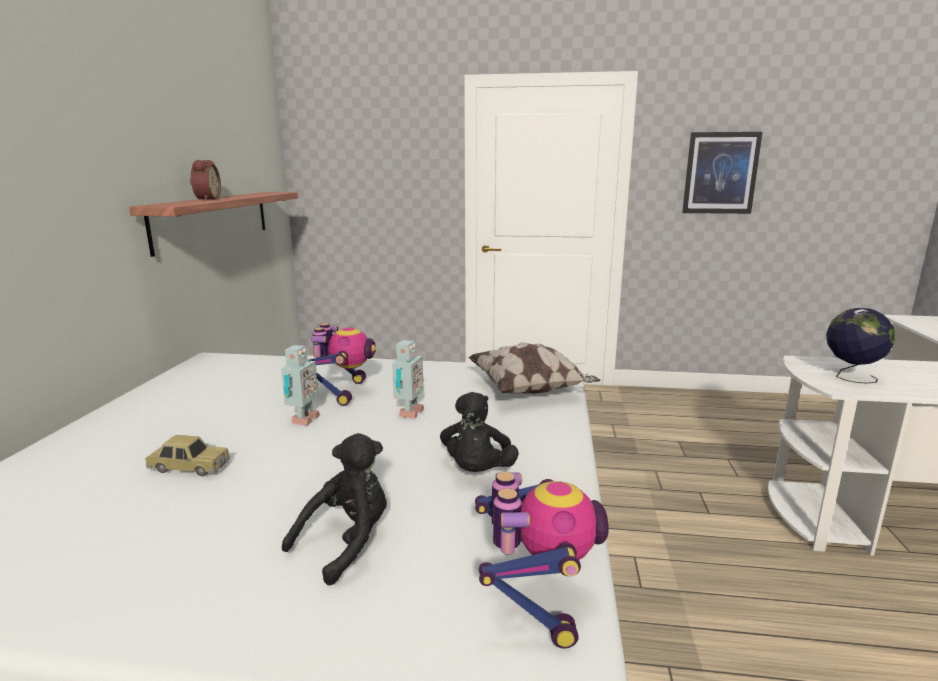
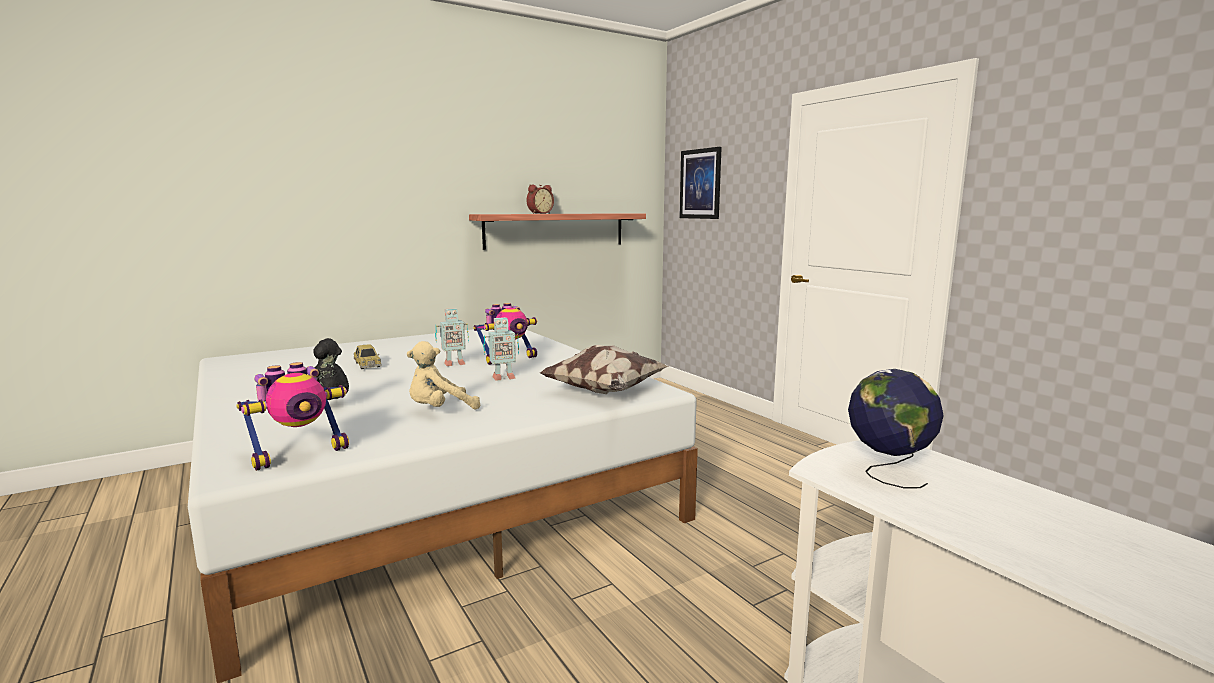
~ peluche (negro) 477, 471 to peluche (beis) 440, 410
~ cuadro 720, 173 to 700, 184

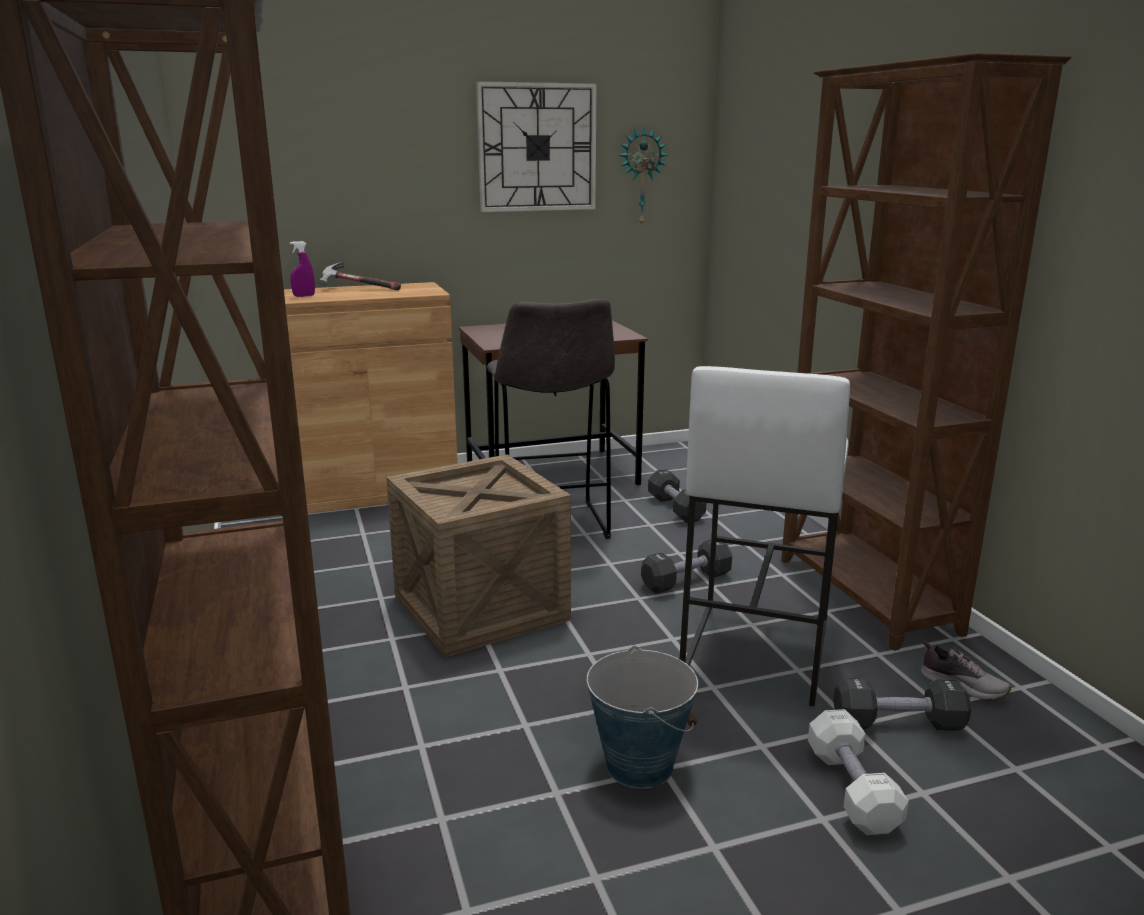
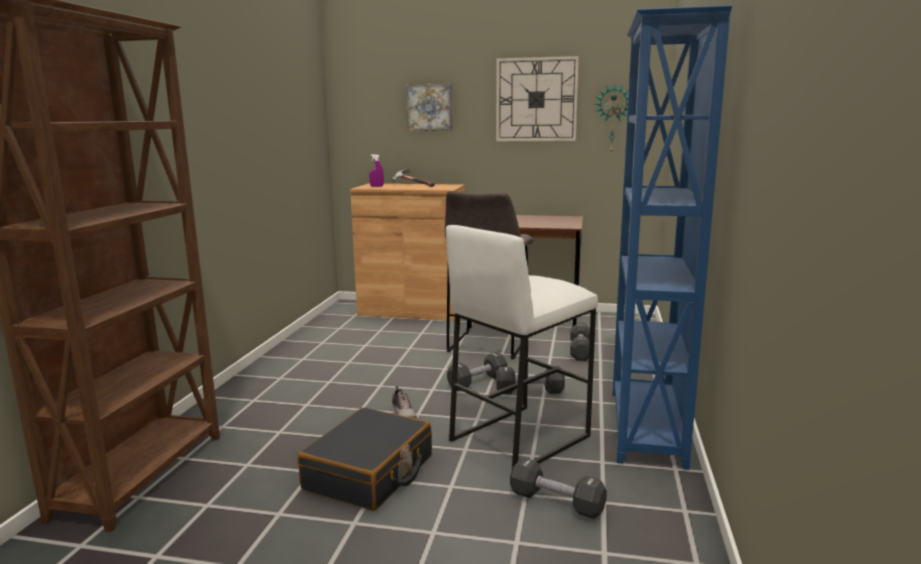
- caja de embalaje 480, 608
~ cubo 639, 765 to maleta (negro) 370, 473
~ estantería (marrón) 865, 596 to estantería (azul) 644, 428
- mancuerna (blanco) 852, 790
~ zapato 962, 685 to 404, 415
+ cuadro 430, 107
+ mancuerna (negro) 477, 382

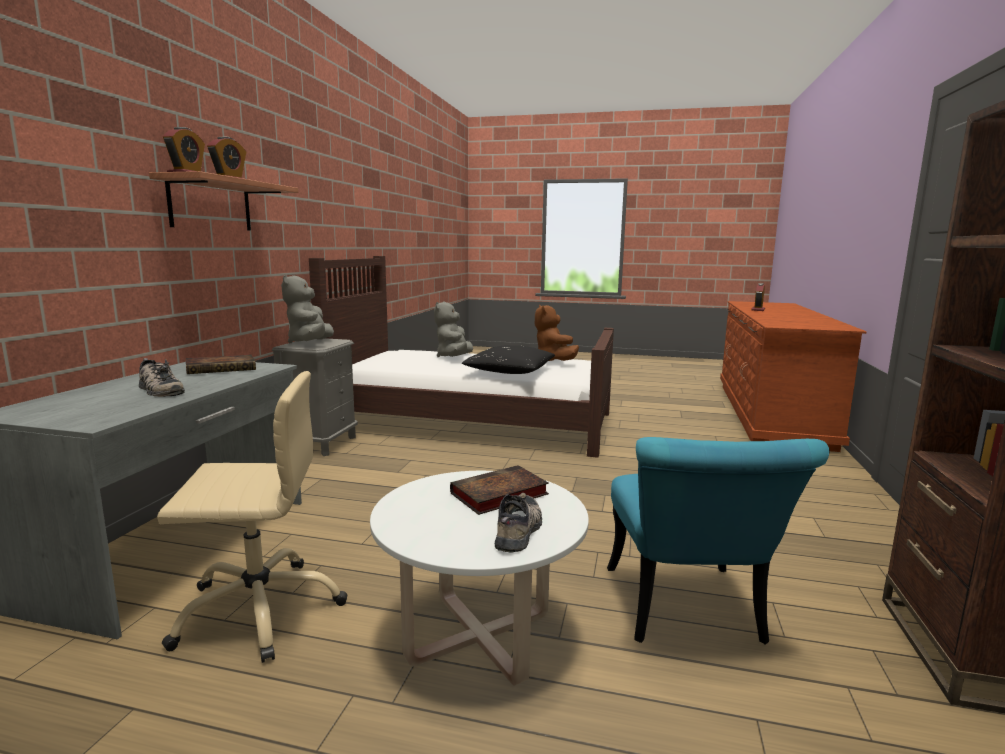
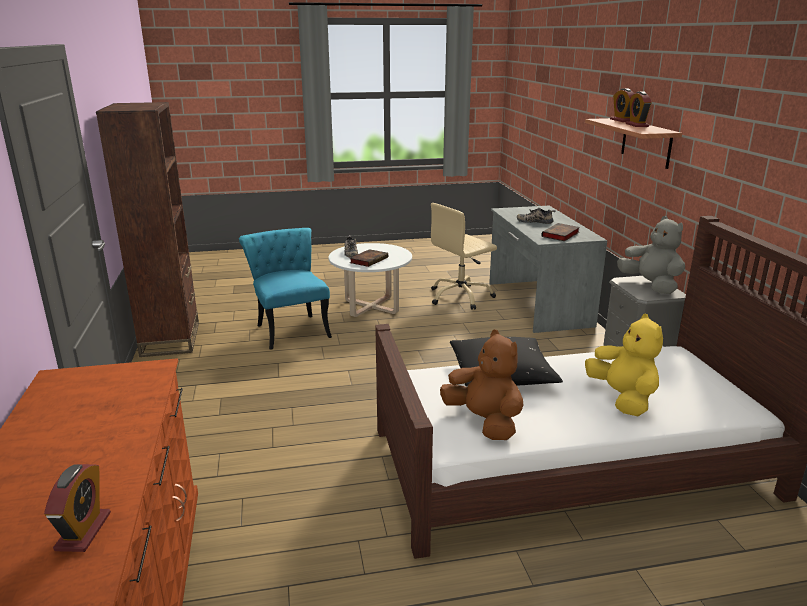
~ peluche (gris) 454, 357 to peluche (amarillo) 622, 398

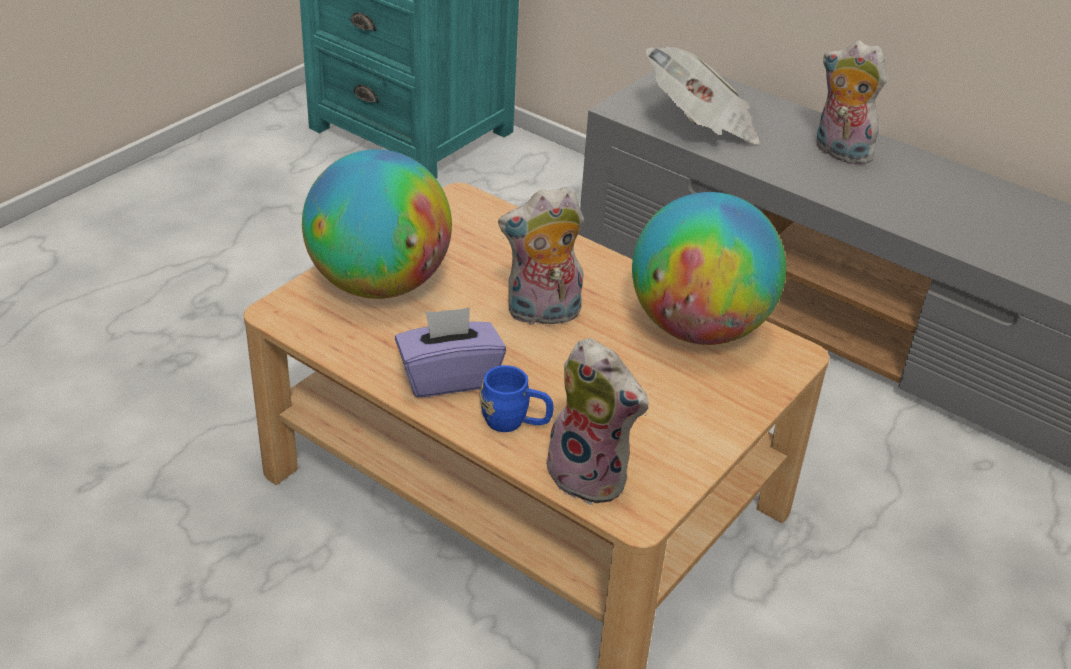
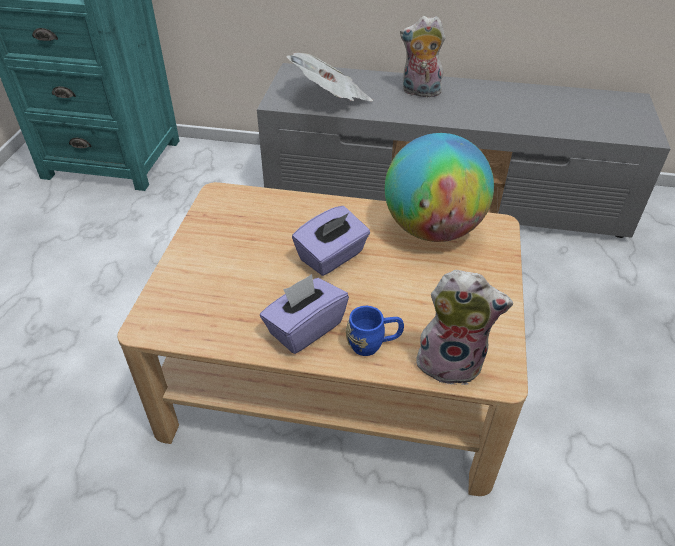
- globo terráqueo 379, 284
~ peluche 542, 314 to caja de pañuelos (morado) 332, 257

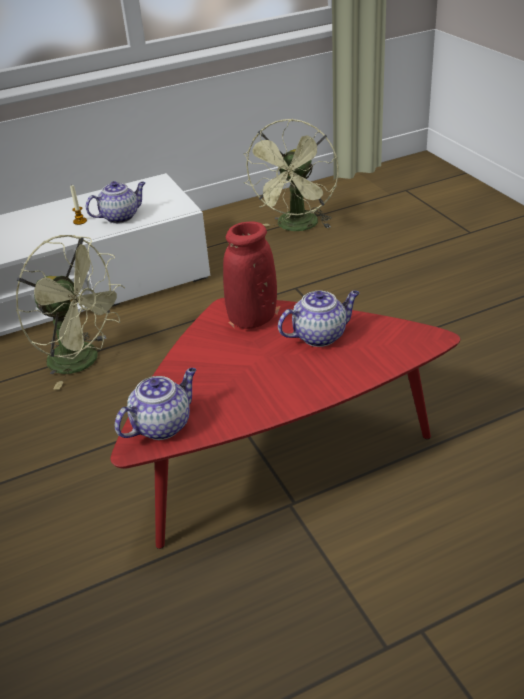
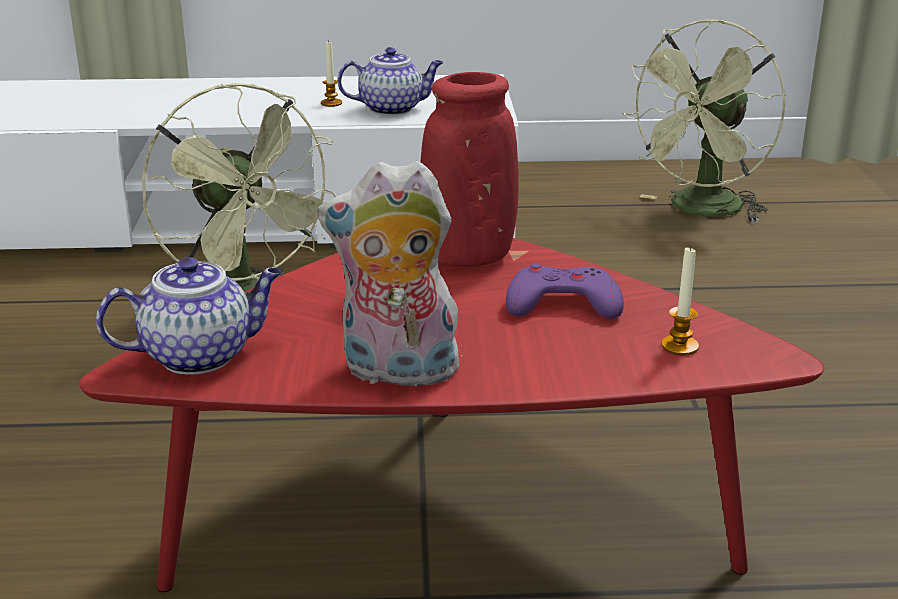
~ tetera 320, 335 to mando de consola (morado) 562, 303
+ peluche 397, 373
+ vela 679, 346

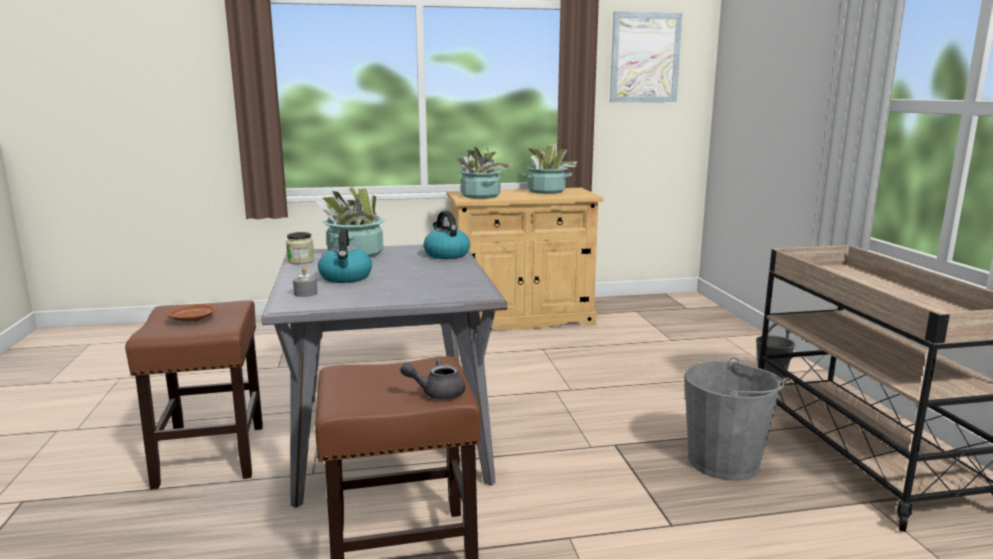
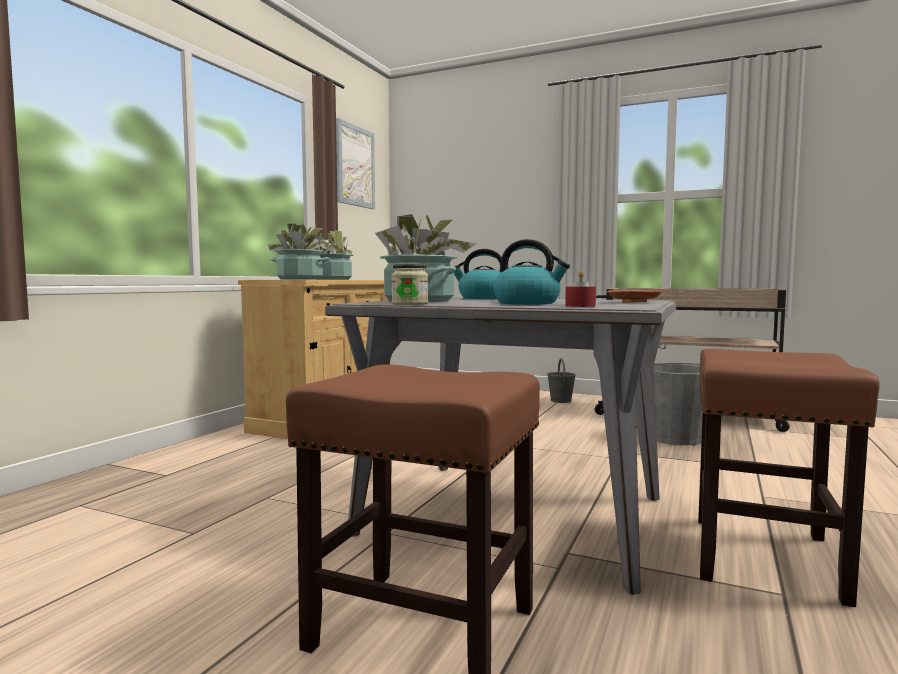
~ plato (marrón) 194, 319 to 634, 302
~ vela (gris) 305, 293 to vela (rojo) 580, 306
- tetera (gris) 437, 392

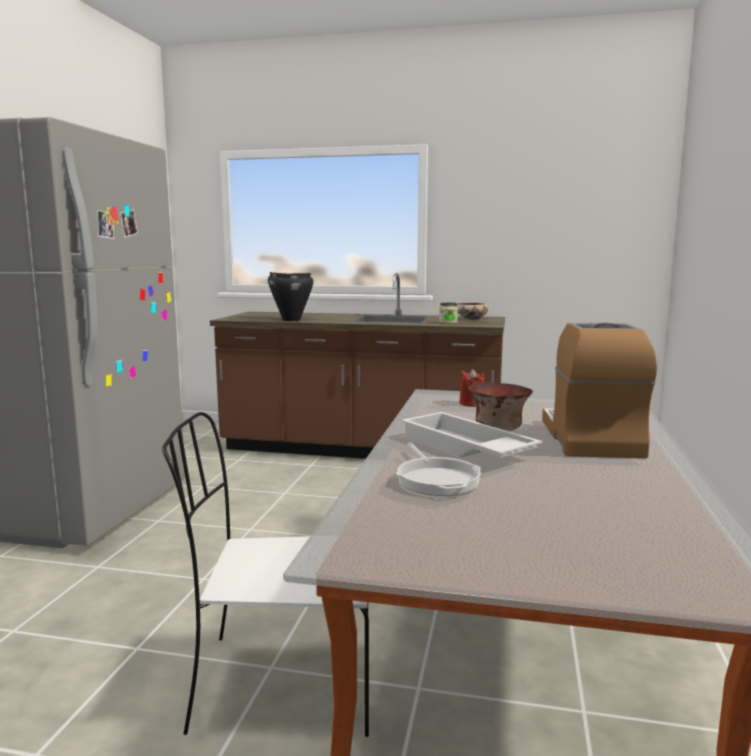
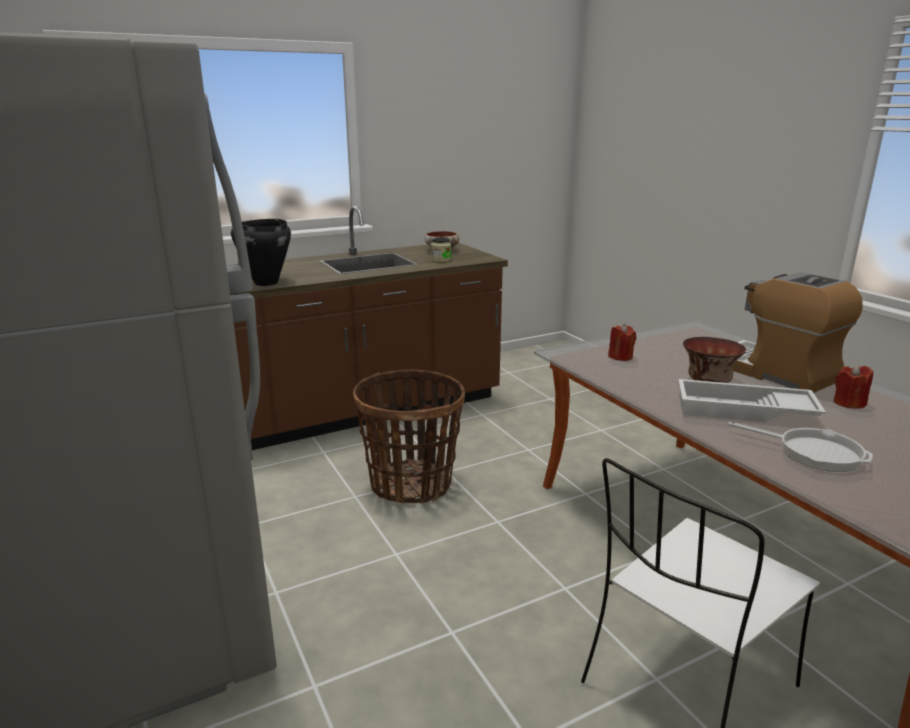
+ cesta 411, 484
+ vela (rojo) 849, 403

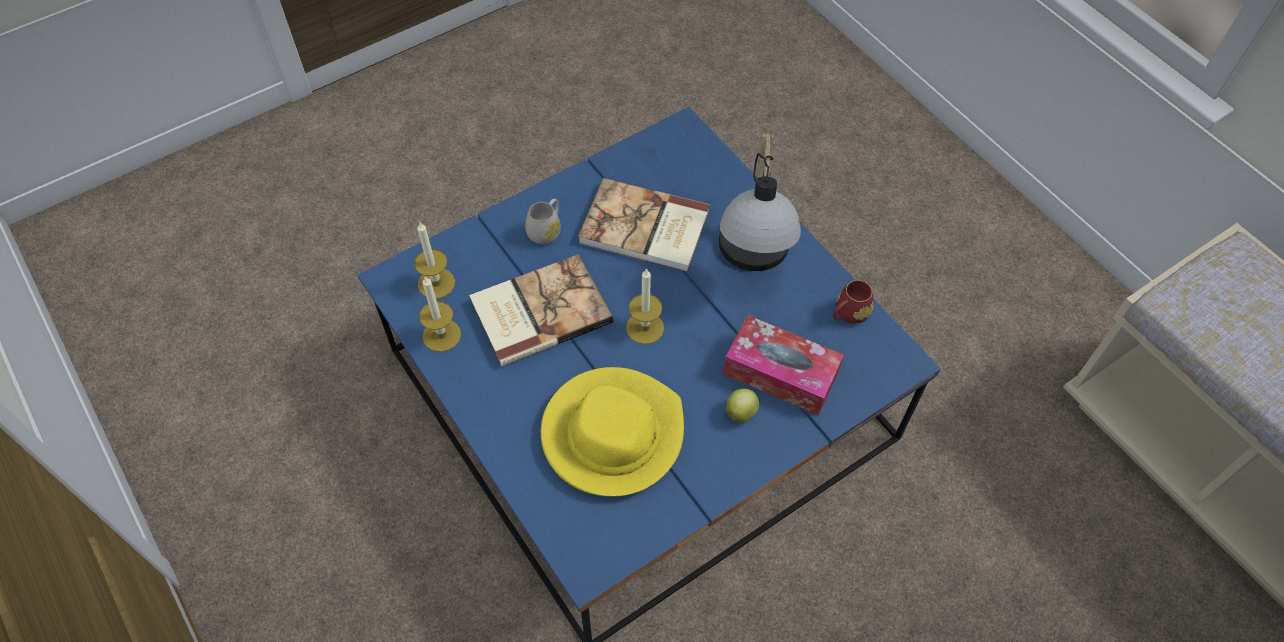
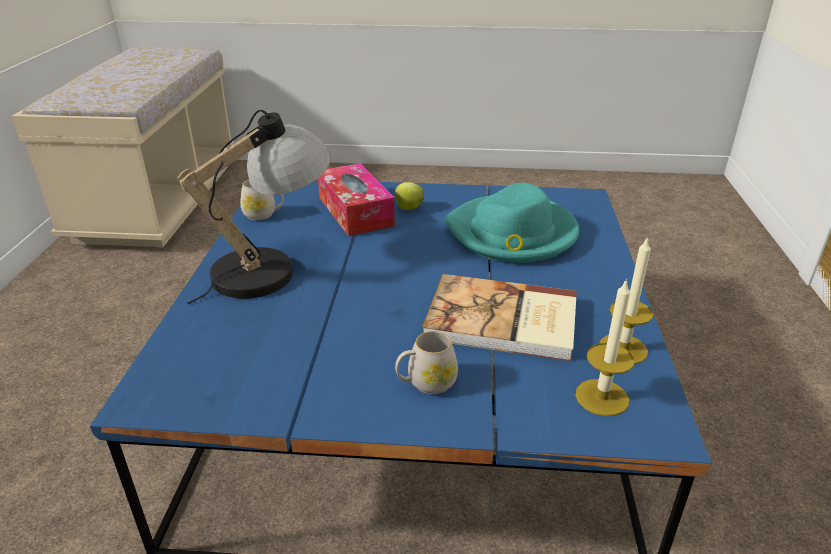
~ sombrero (amarillo) 612, 434 to sombrero (turquesa) 512, 233
- libro 645, 229
- vela 645, 328
~ taza grande (rojo) 848, 314 to taza grande (blanco) 264, 214

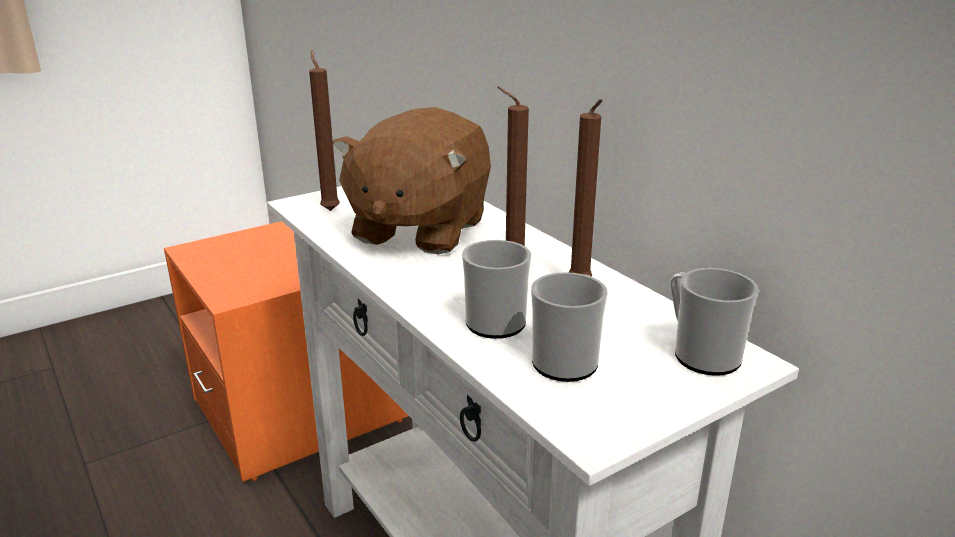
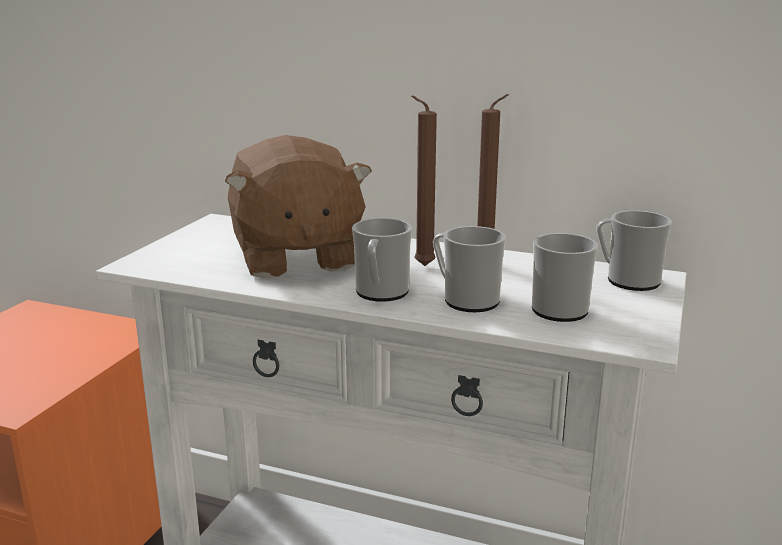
- vela (marrón) 329, 209
+ taza grande 380, 294

